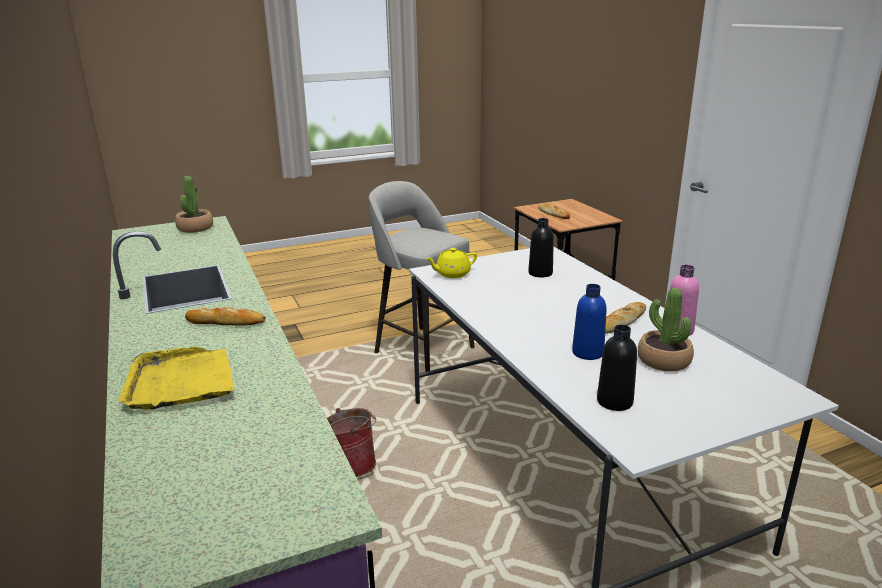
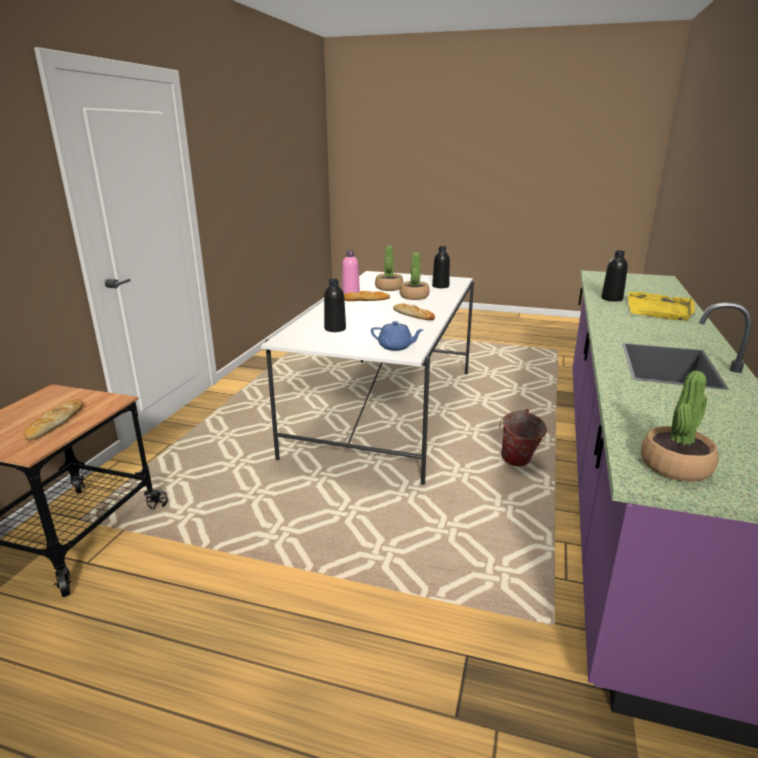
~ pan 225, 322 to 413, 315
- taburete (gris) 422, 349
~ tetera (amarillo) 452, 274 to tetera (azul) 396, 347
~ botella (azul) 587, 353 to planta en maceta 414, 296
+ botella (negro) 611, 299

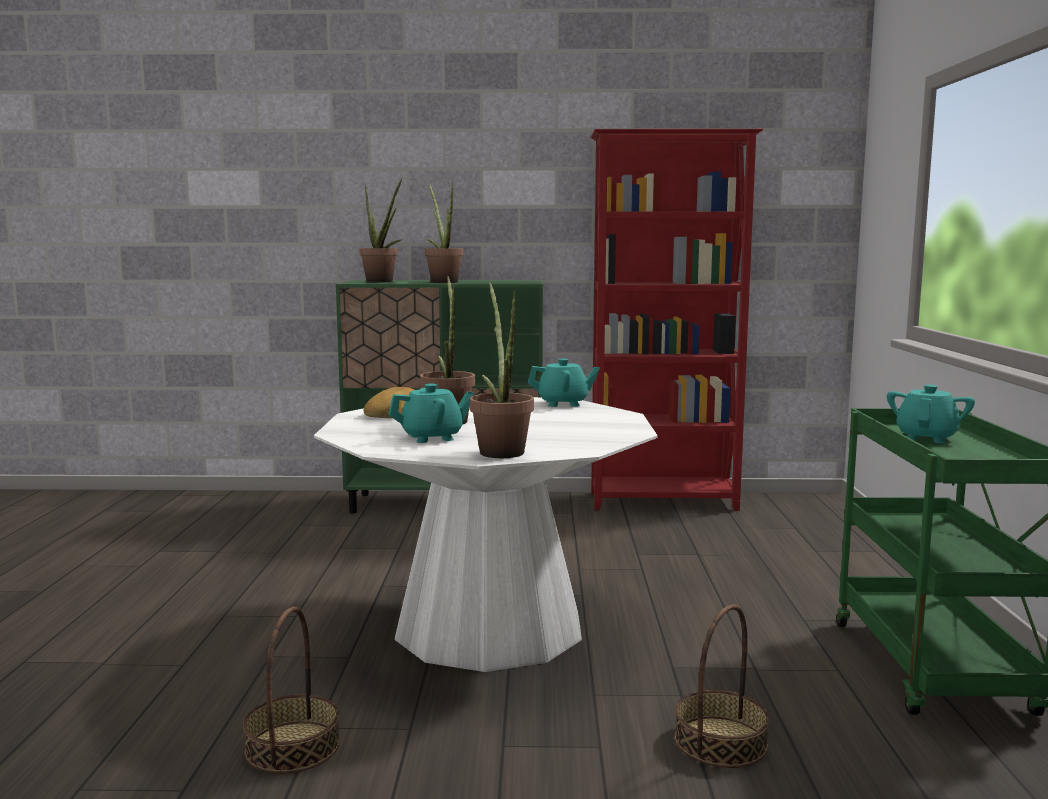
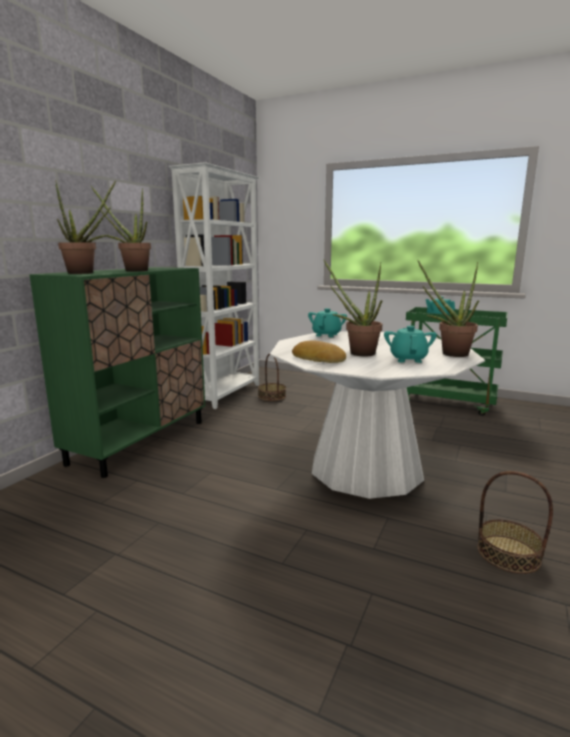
~ estantería (rojo) 664, 502 to estantería (blanco) 225, 393
~ cesta 720, 741 to 271, 396

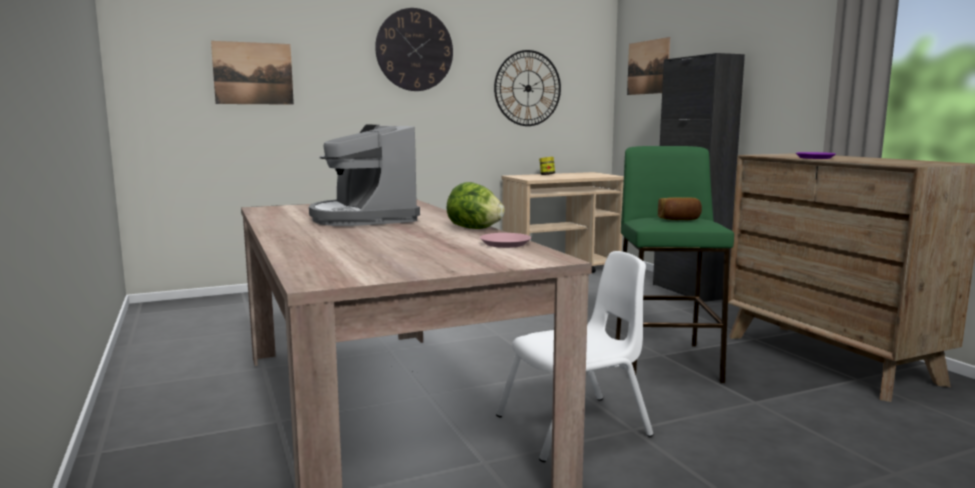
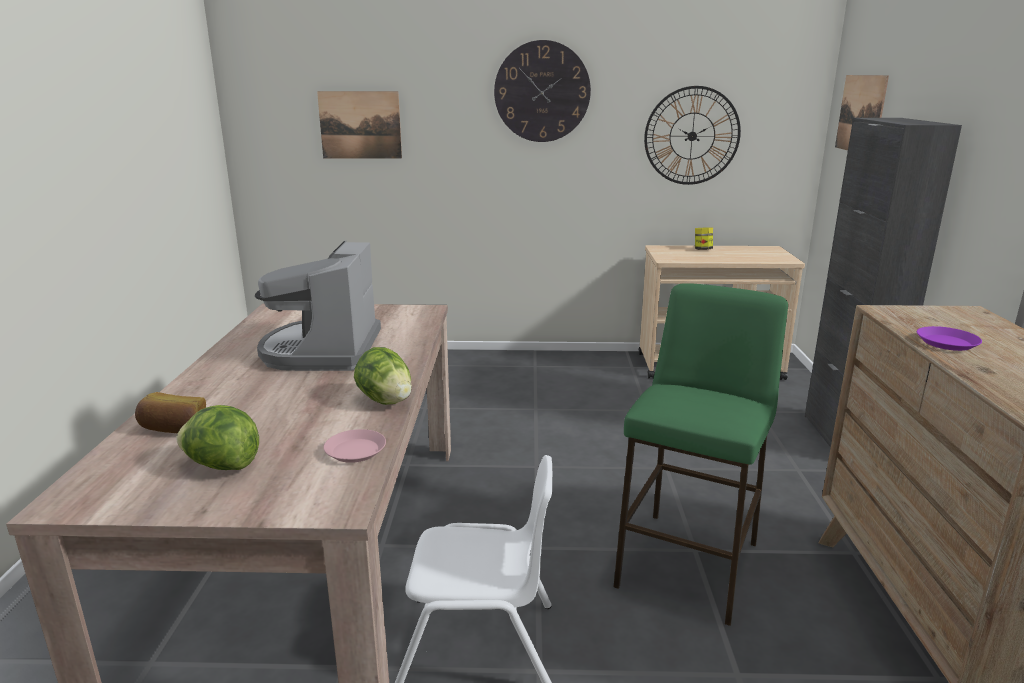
~ pan 679, 219 to 174, 429
+ lechuga 222, 465

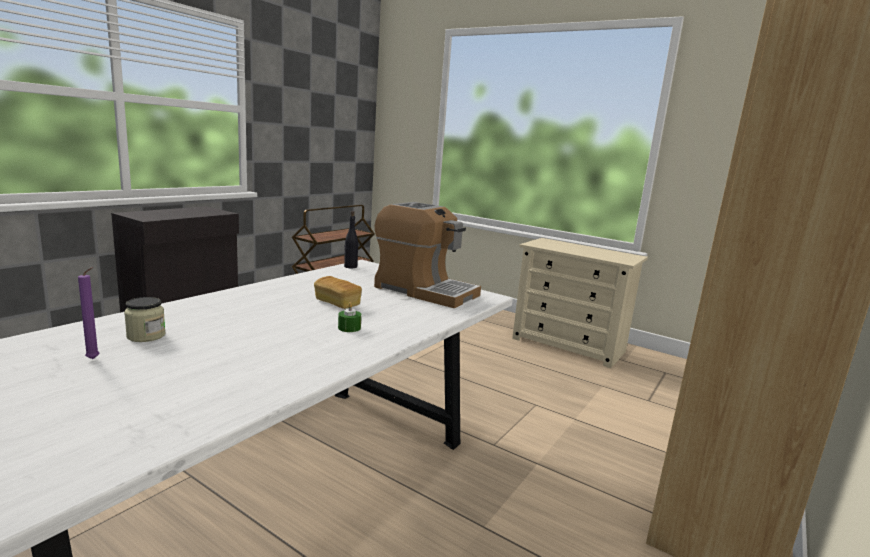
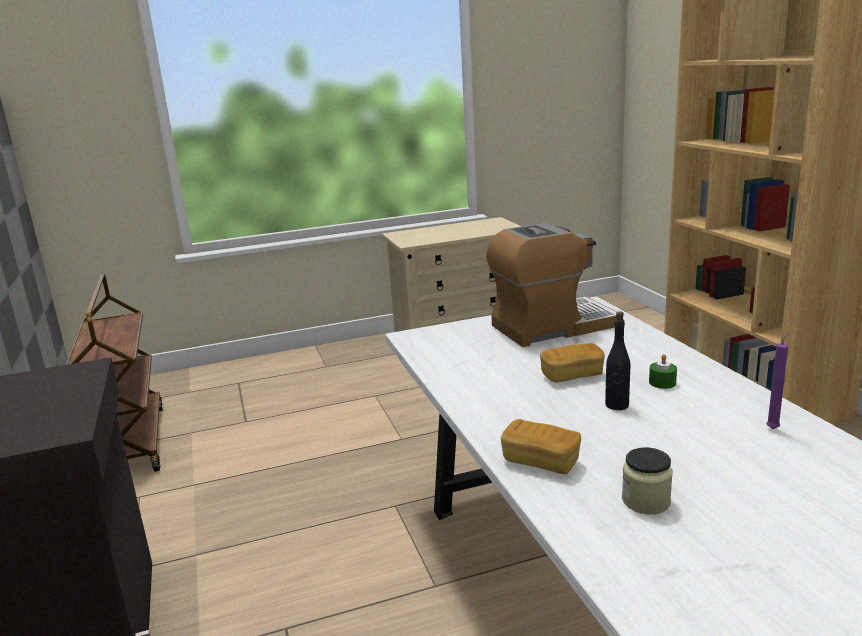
~ vela (morado) 94, 359 to 773, 428
~ botella (negro) 350, 267 to 617, 405
+ pan 541, 461

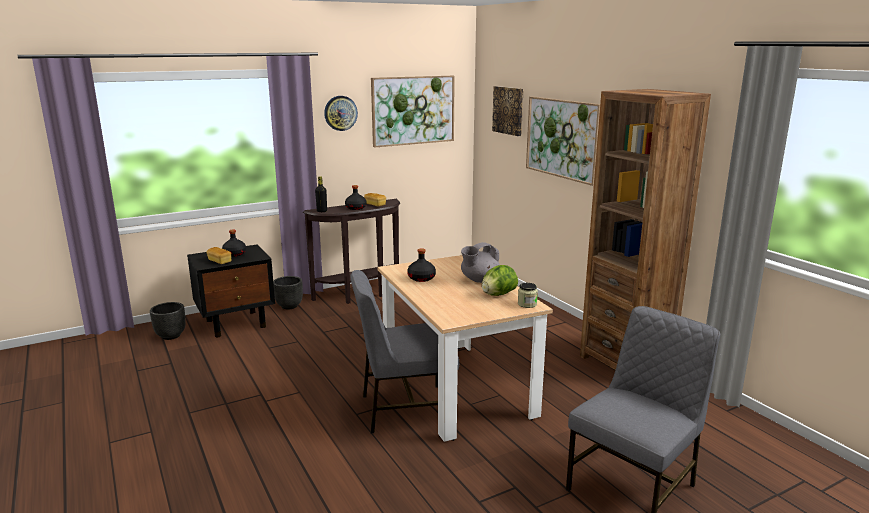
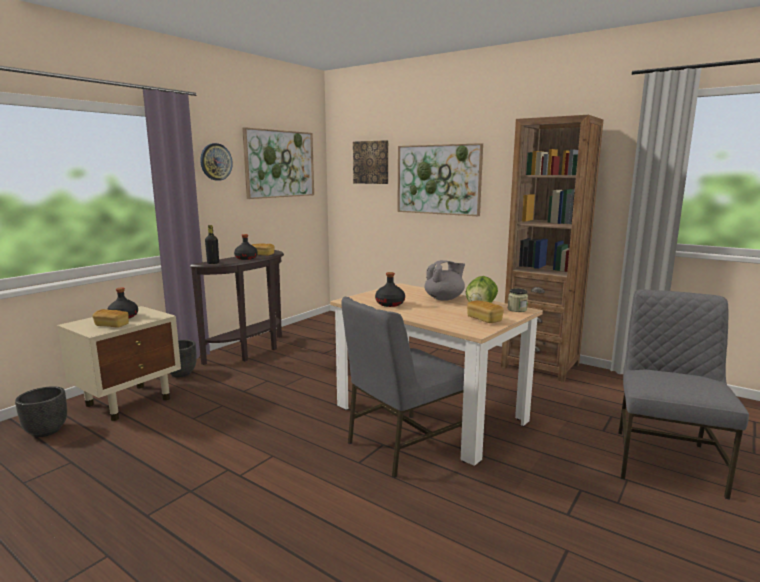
~ mesita de noche (negro) 237, 323 to mesita de noche (beis) 129, 401
~ tetera (gris) 479, 280 = 444, 299 150 degrees counterclockwise
+ pan 484, 319

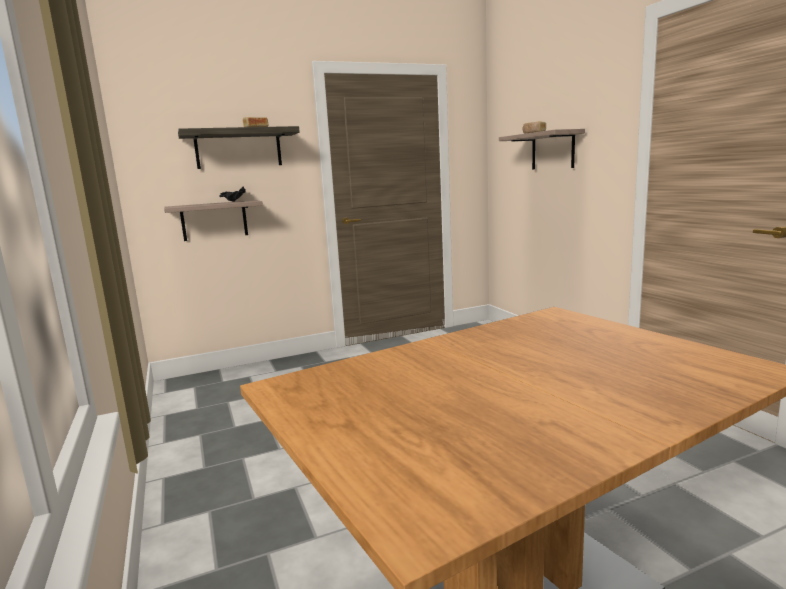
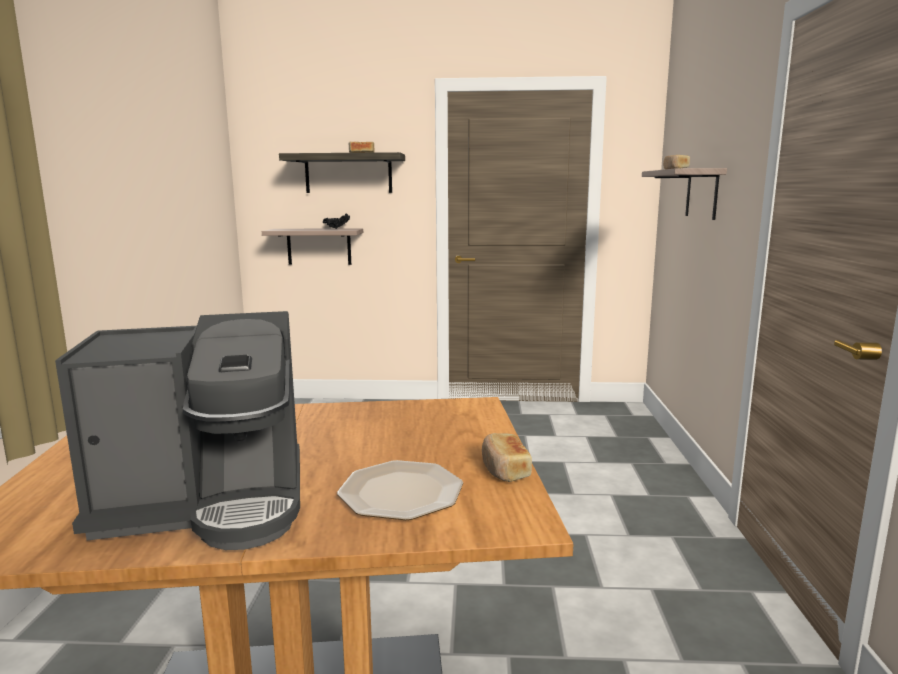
+ cafetera 209, 503
+ plato 400, 491
+ pan 504, 469

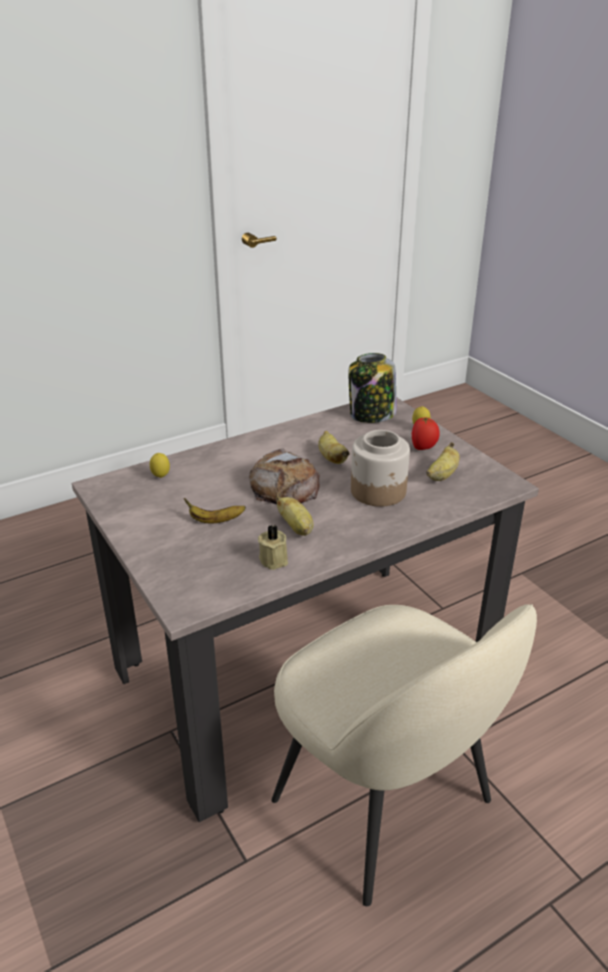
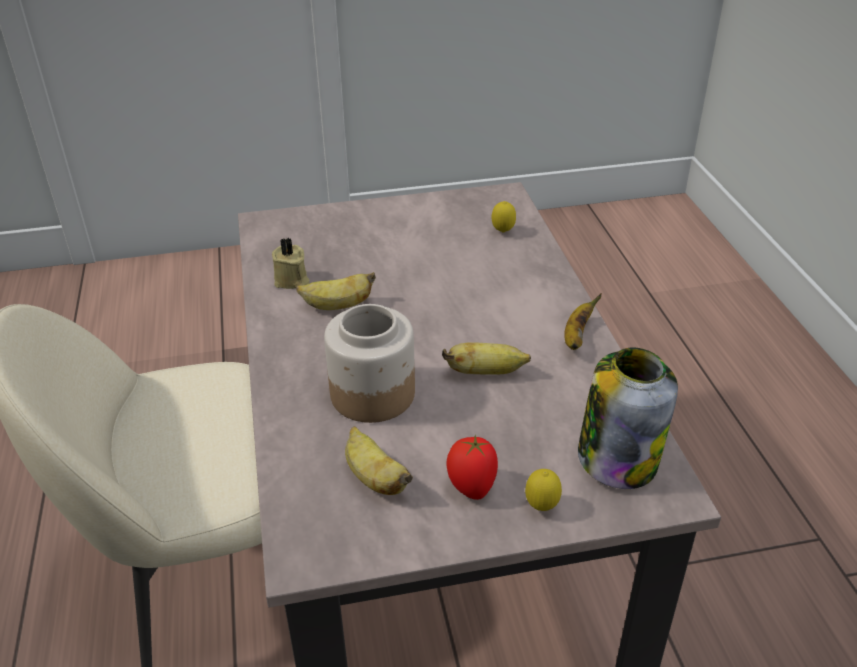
~ plátano 215, 521 to 576, 336
- pan 284, 486

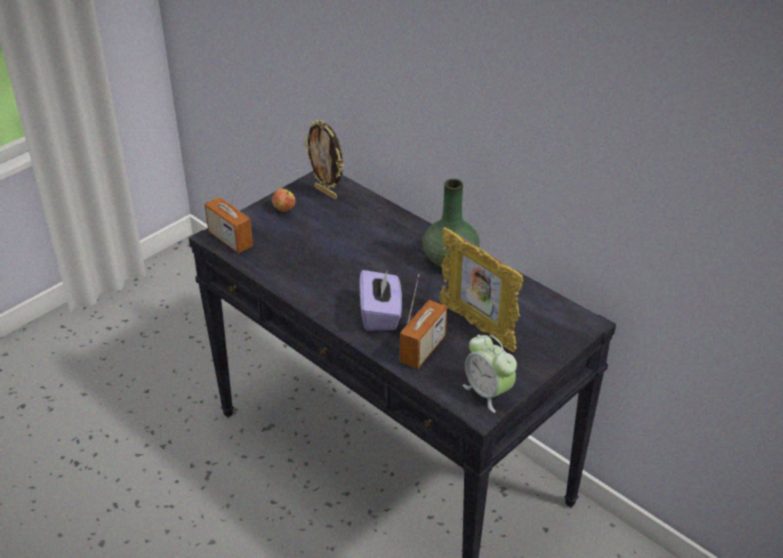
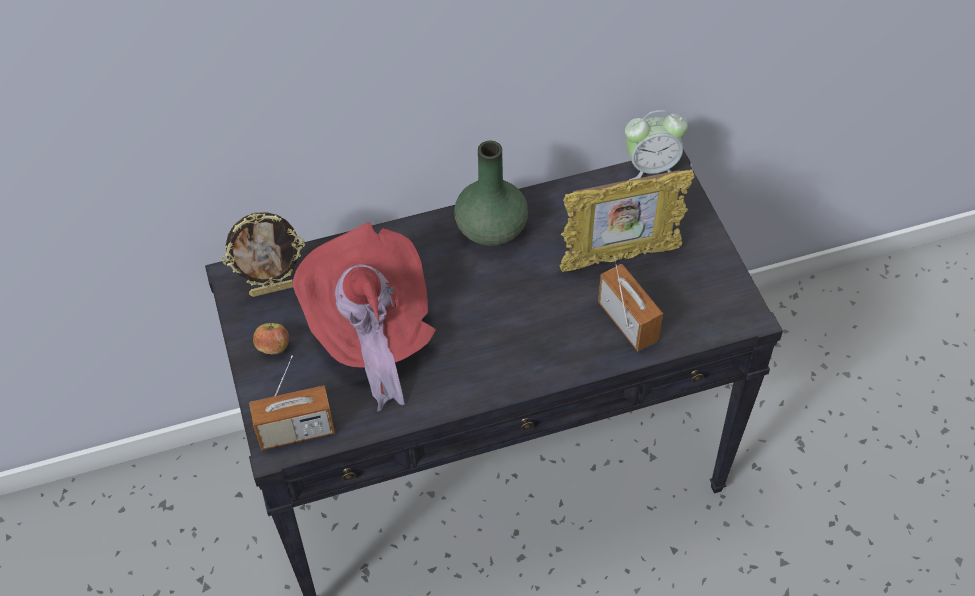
- caja de pañuelos (morado) 380, 314
~ despertador 488, 393 to 651, 167
+ sombrero (rojo) 371, 334

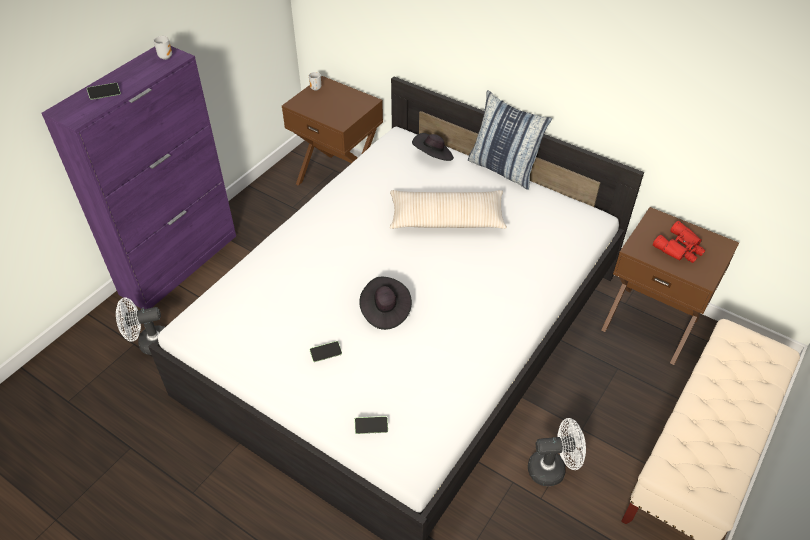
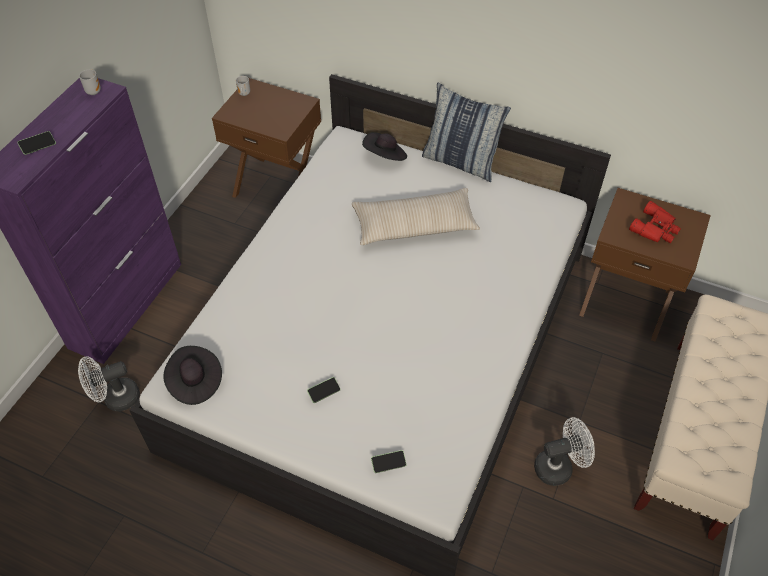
~ sombrero (negro) 385, 311 to 194, 382

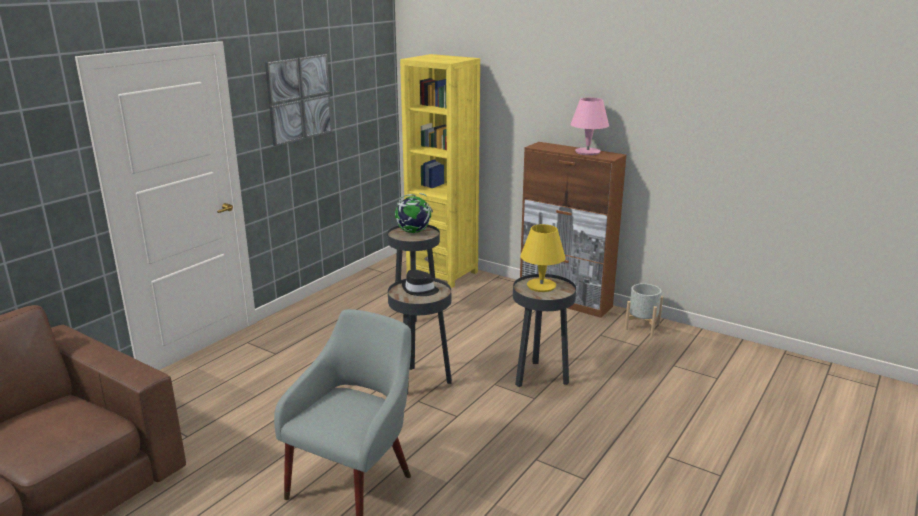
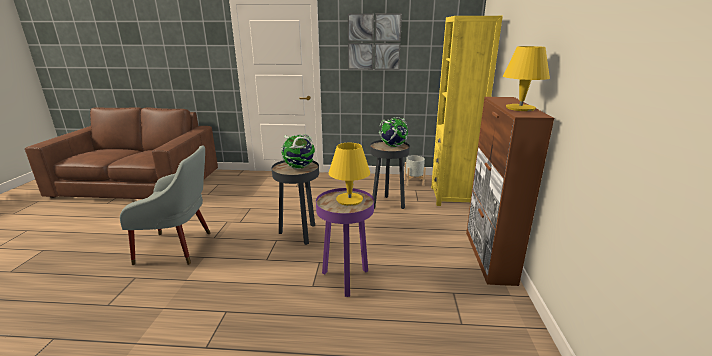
~ sombrero (negro) 419, 290 to globo terráqueo 299, 167
~ mesa auxiliar (negro) 540, 377 to mesa auxiliar (morado) 346, 280
~ lámpara de mesa (rosa) 587, 152 to lámpara de mesa (amarillo) 520, 108
~ maceta (gris) 642, 326 to 413, 182

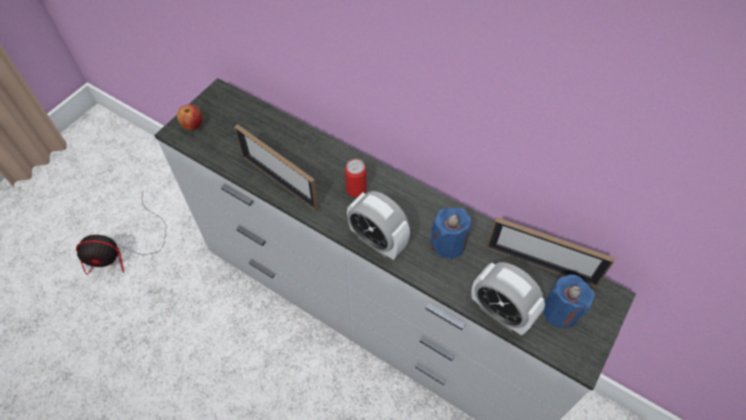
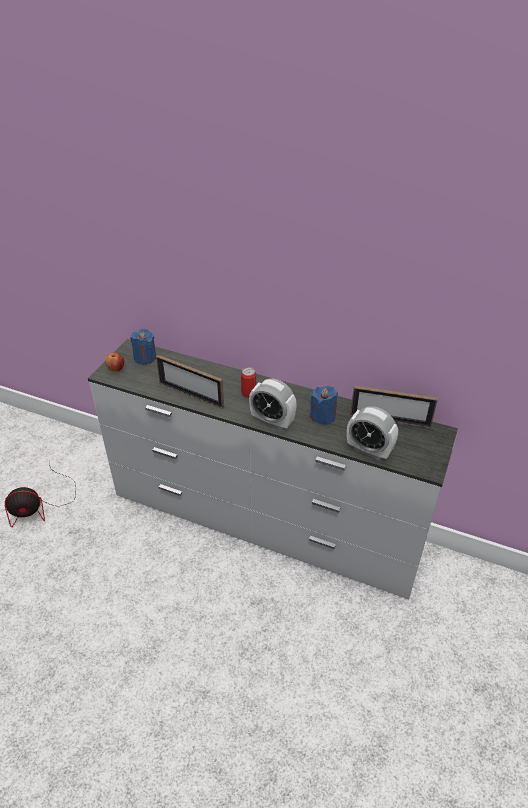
~ vela (azul) 561, 311 to 145, 357

